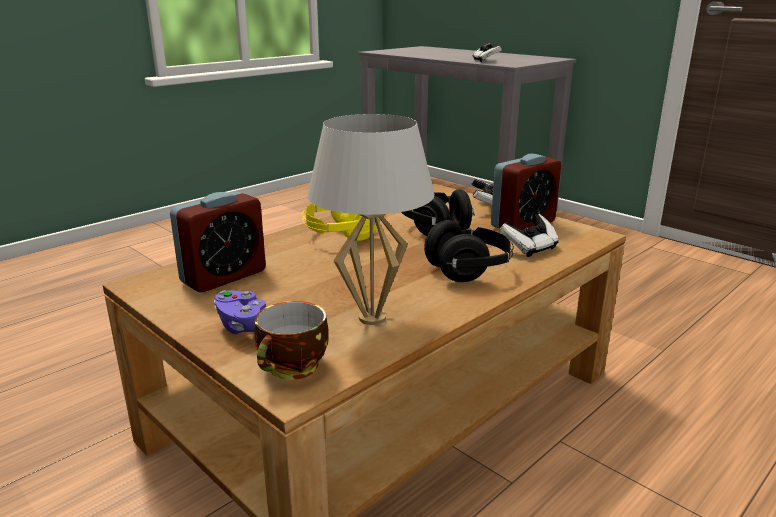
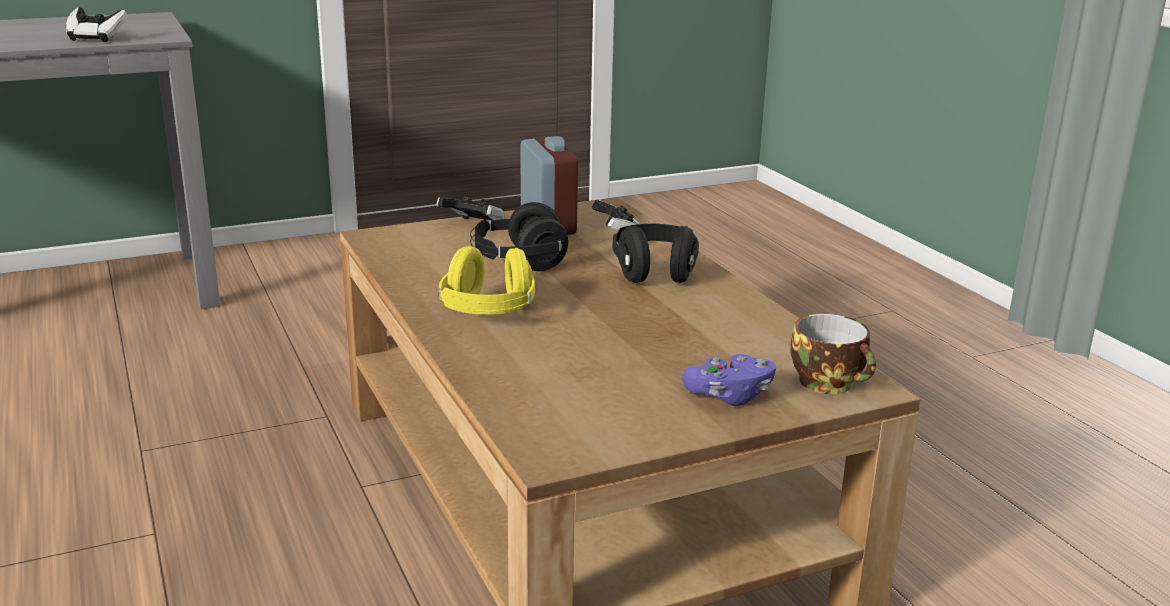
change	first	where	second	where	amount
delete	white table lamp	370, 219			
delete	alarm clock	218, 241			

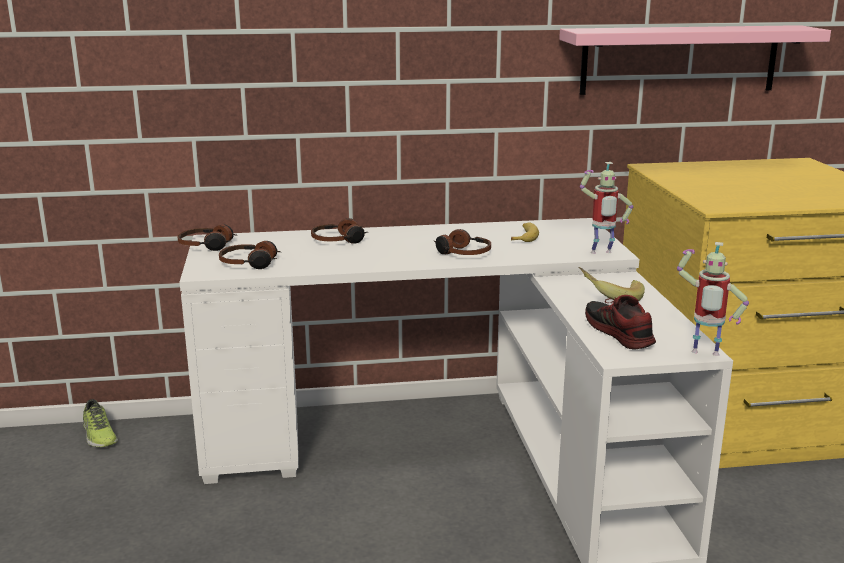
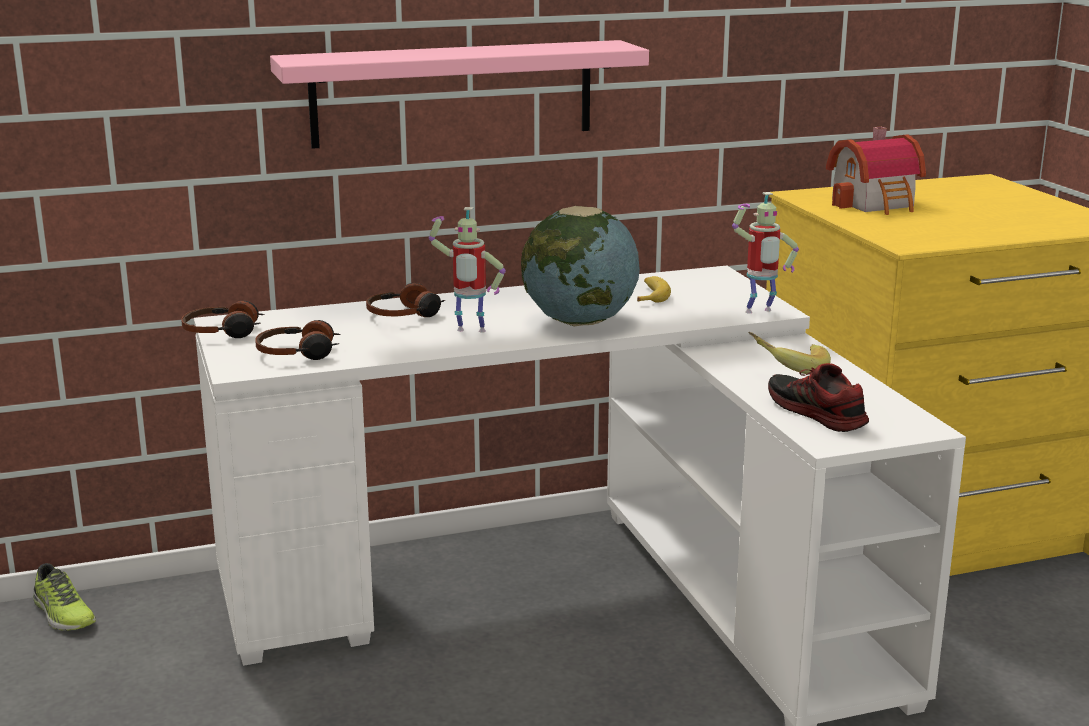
change	first	where	second	where	amount
move	pink shelf	695, 60		459, 94	
replace	headphones	462, 242	globe	580, 266	
move	toy robot	713, 299		467, 270	
insert			toy house	876, 171	

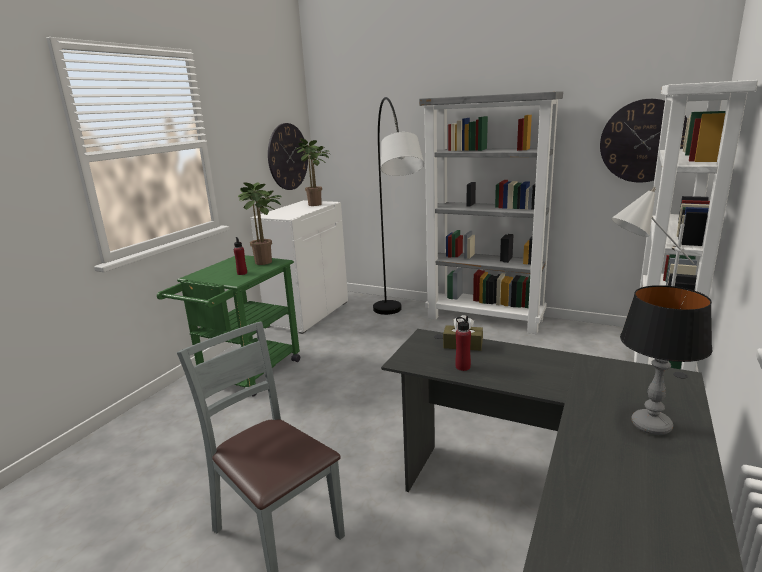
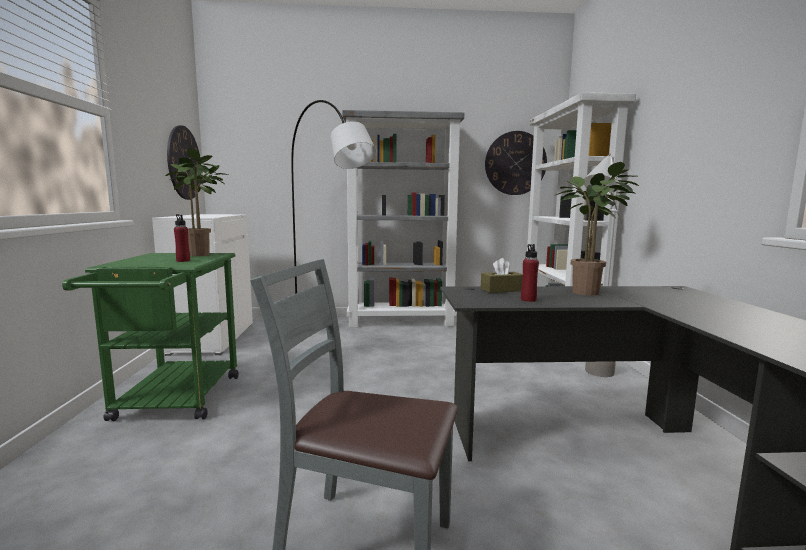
change	first	where	second	where	amount
move	potted plant	312, 172		597, 229	
delete	table lamp	666, 360			

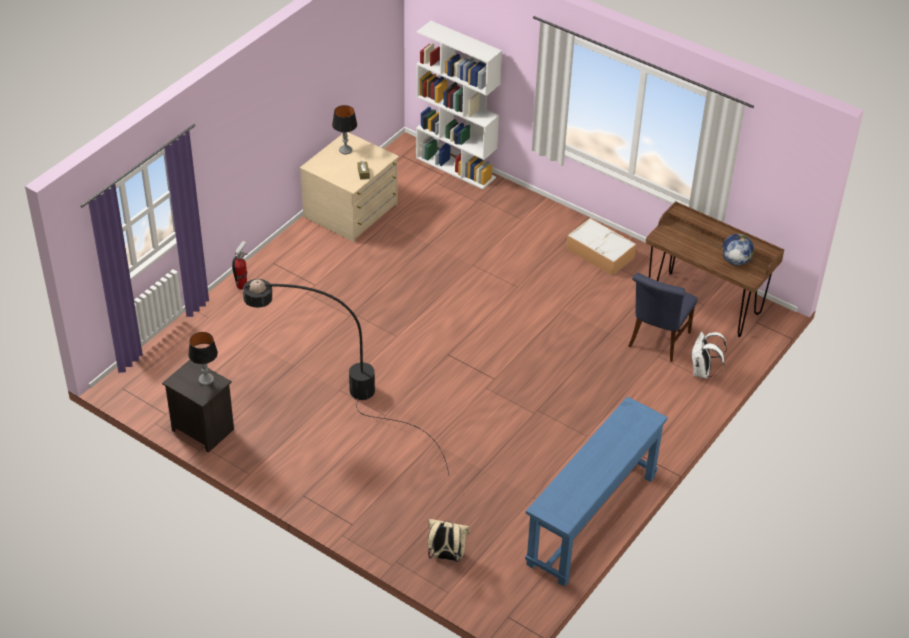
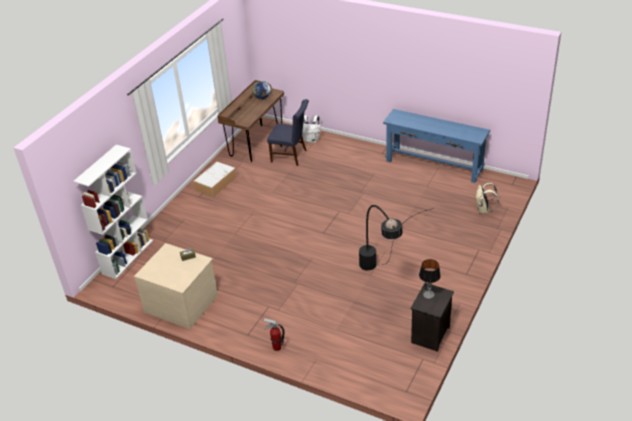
change	first	where	second	where	amount
delete	table lamp	344, 129			

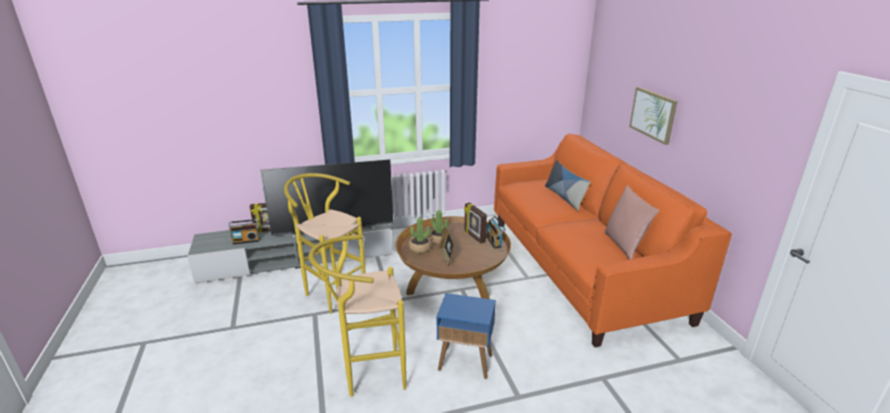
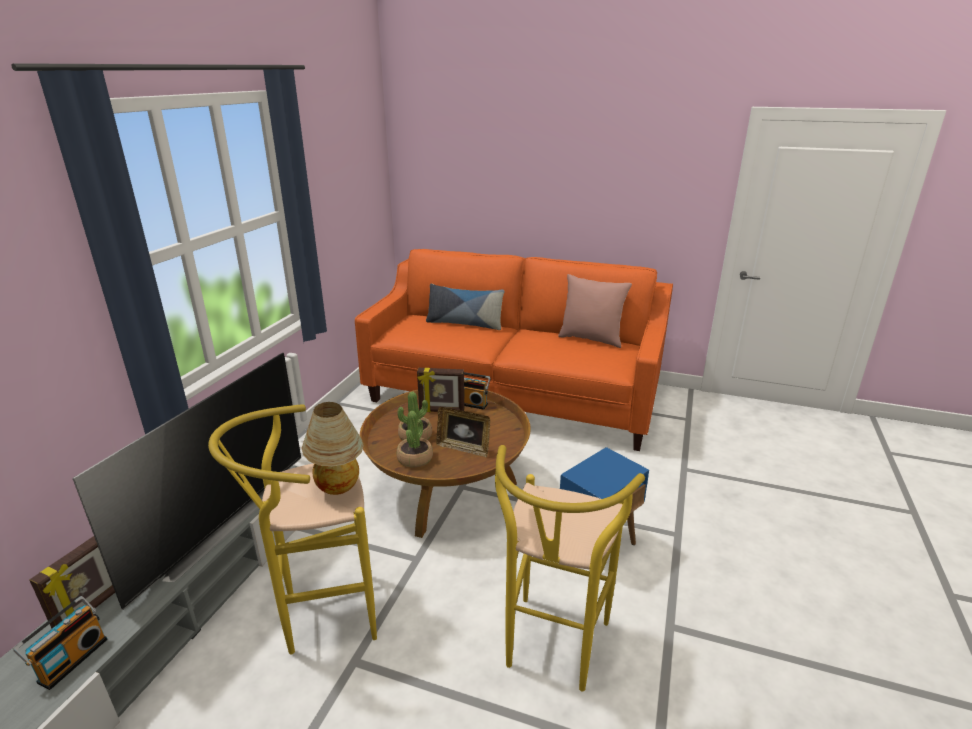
change	first	where	second	where	amount
delete	picture	653, 116			
insert			table lamp	333, 448	

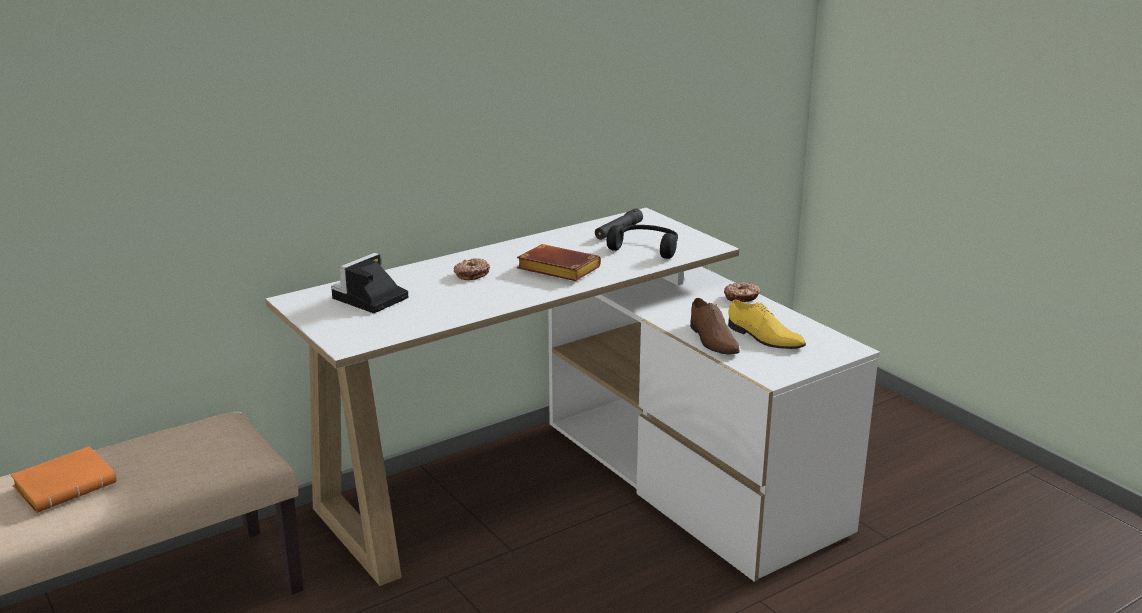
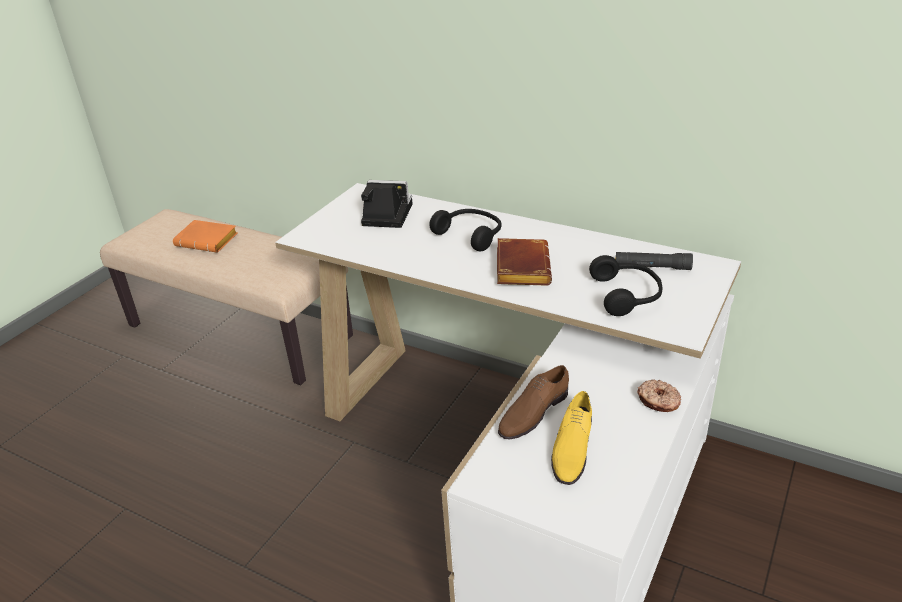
change	first	where	second	where	amount
replace	donut	471, 269	black headphones	465, 230	

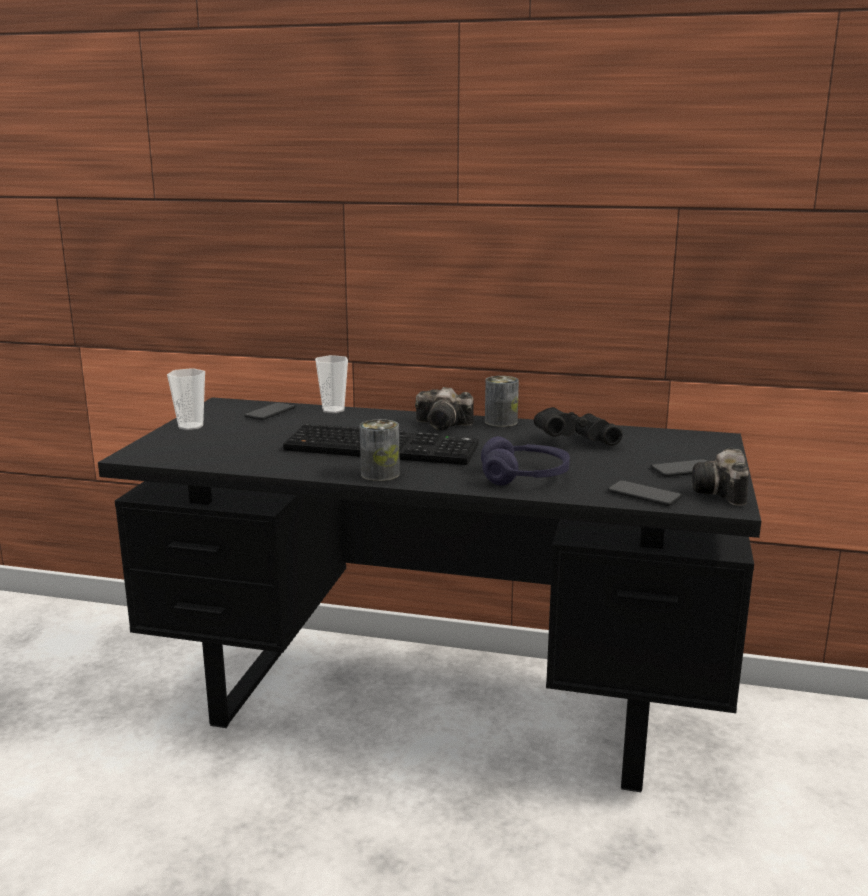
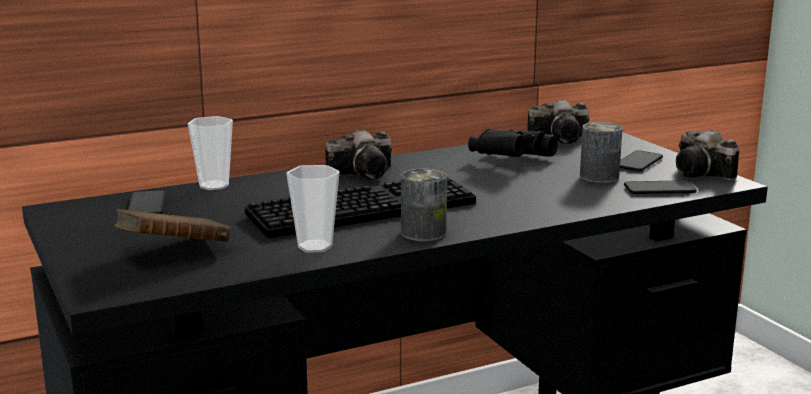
change	first	where	second	where	amount
move	cup	186, 399		312, 209	
move	can	502, 401		601, 152	
delete	purple headphones	525, 460			
insert			photo camera	558, 121	
insert			brown book	172, 225	

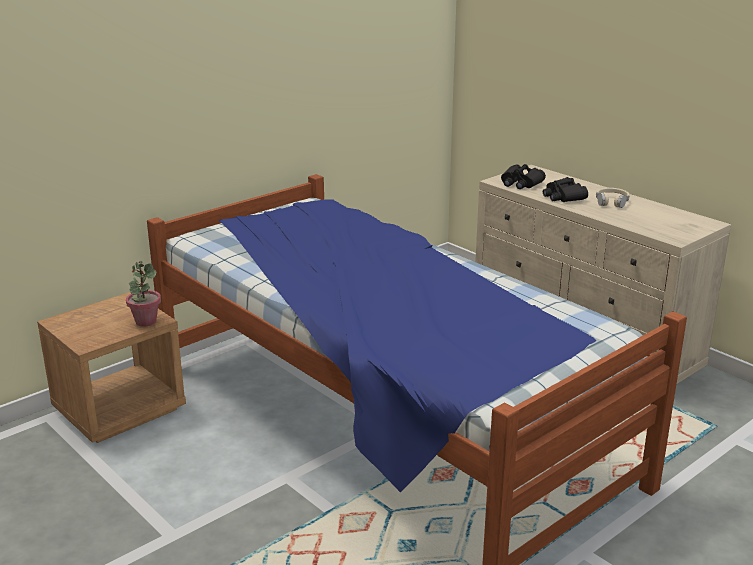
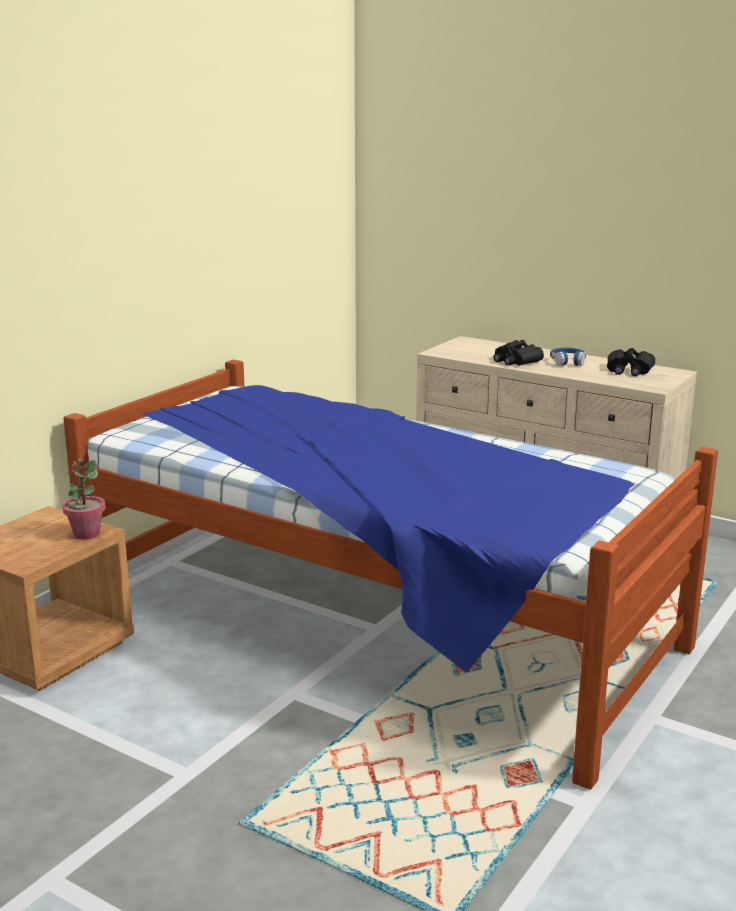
change	first	where	second	where	amount
move	black binoculars	523, 176		631, 362	
recolor	beige headphones	613, 198	blue headphones	568, 357	

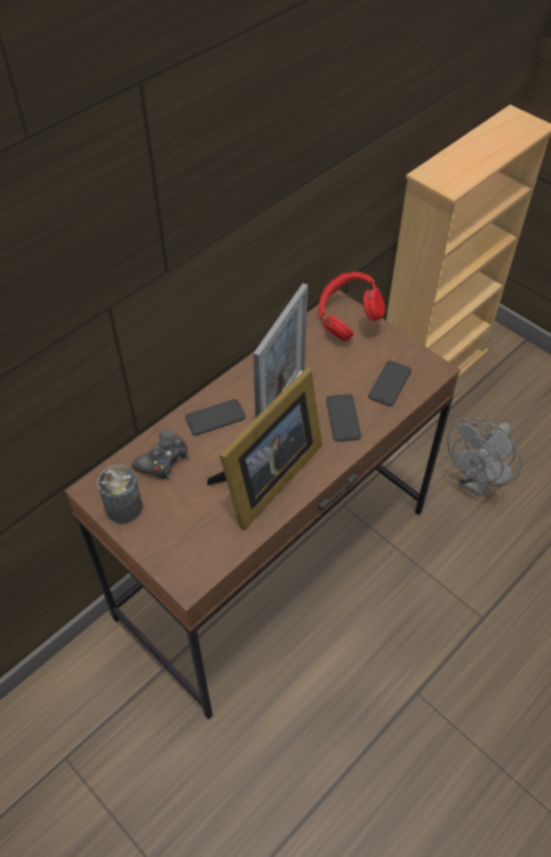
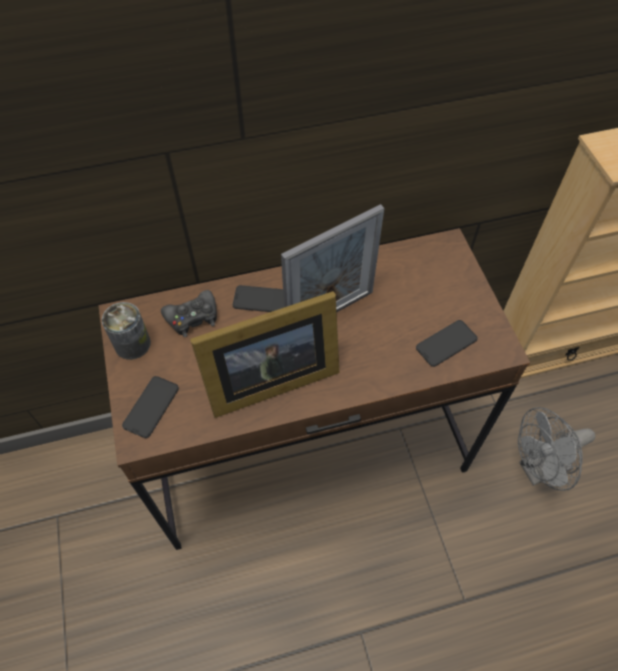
change	first	where	second	where	amount
delete	red headphones	351, 306			
move	phone	343, 418		150, 407	

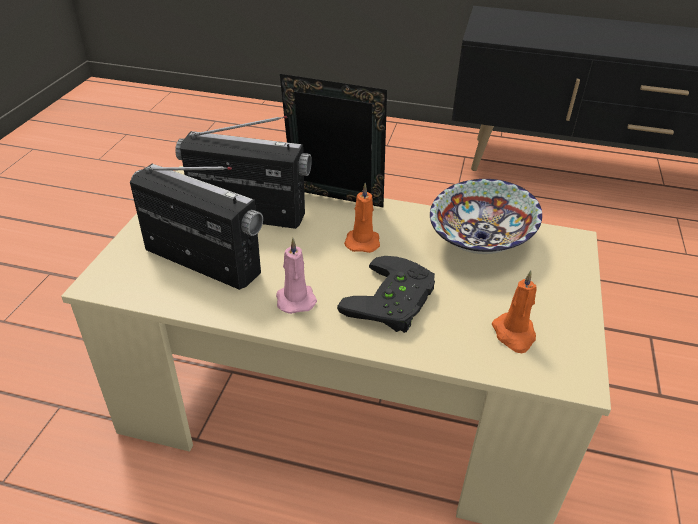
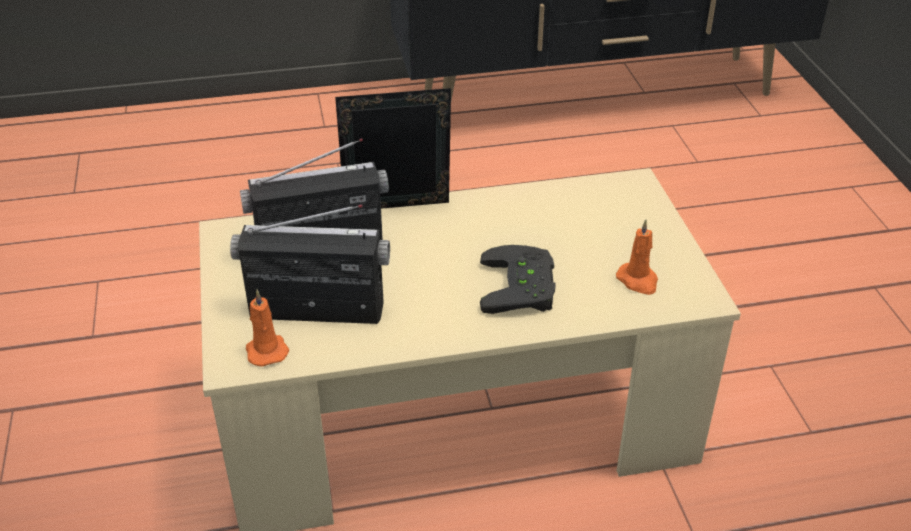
change	first	where	second	where	amount
delete	bowl	486, 216			
move	orange candle	362, 218		267, 328	
delete	pink candle	296, 276			

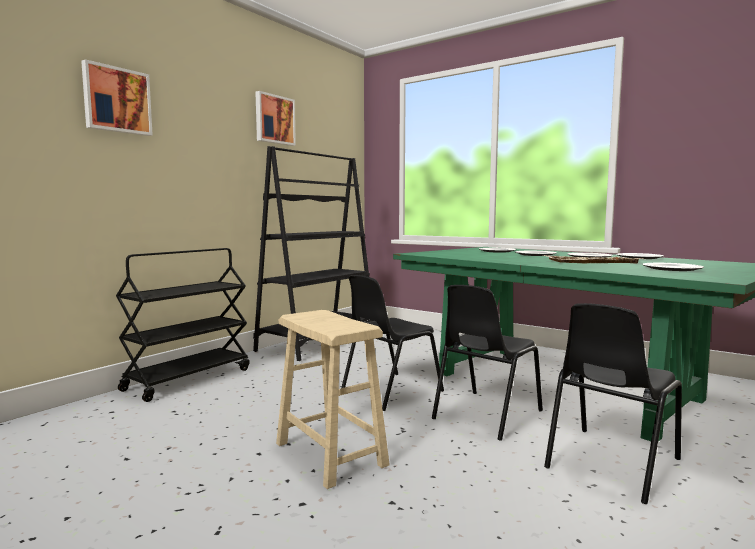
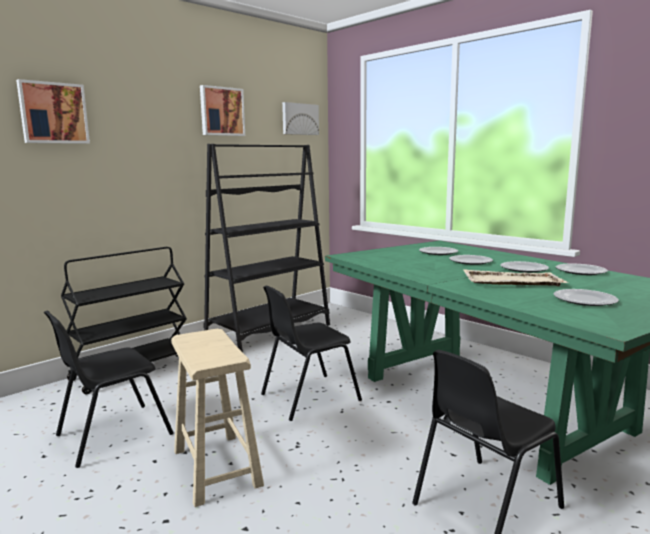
change	first	where	second	where	amount
move	black chair	487, 363		109, 389	
insert			picture	300, 118	

